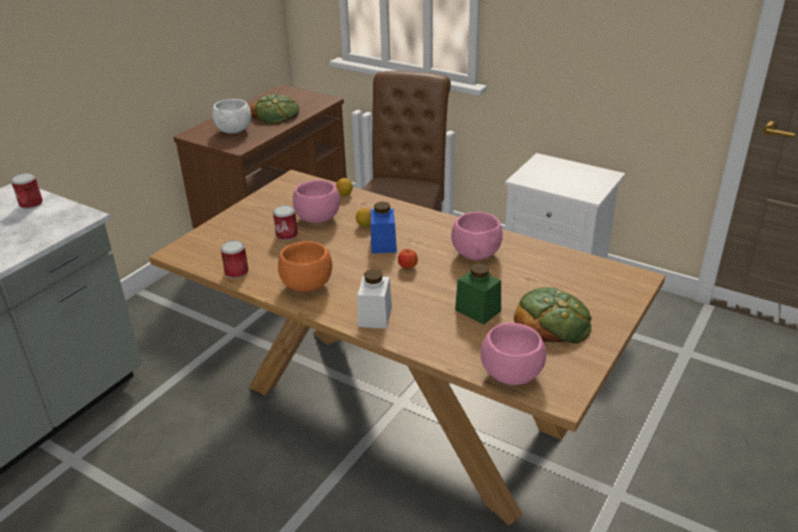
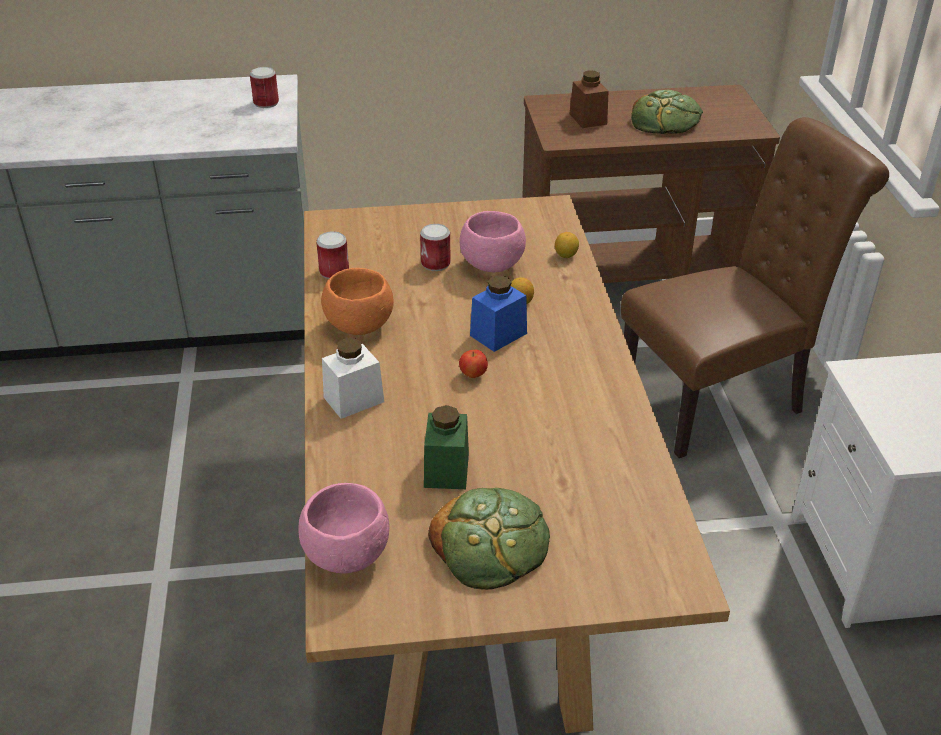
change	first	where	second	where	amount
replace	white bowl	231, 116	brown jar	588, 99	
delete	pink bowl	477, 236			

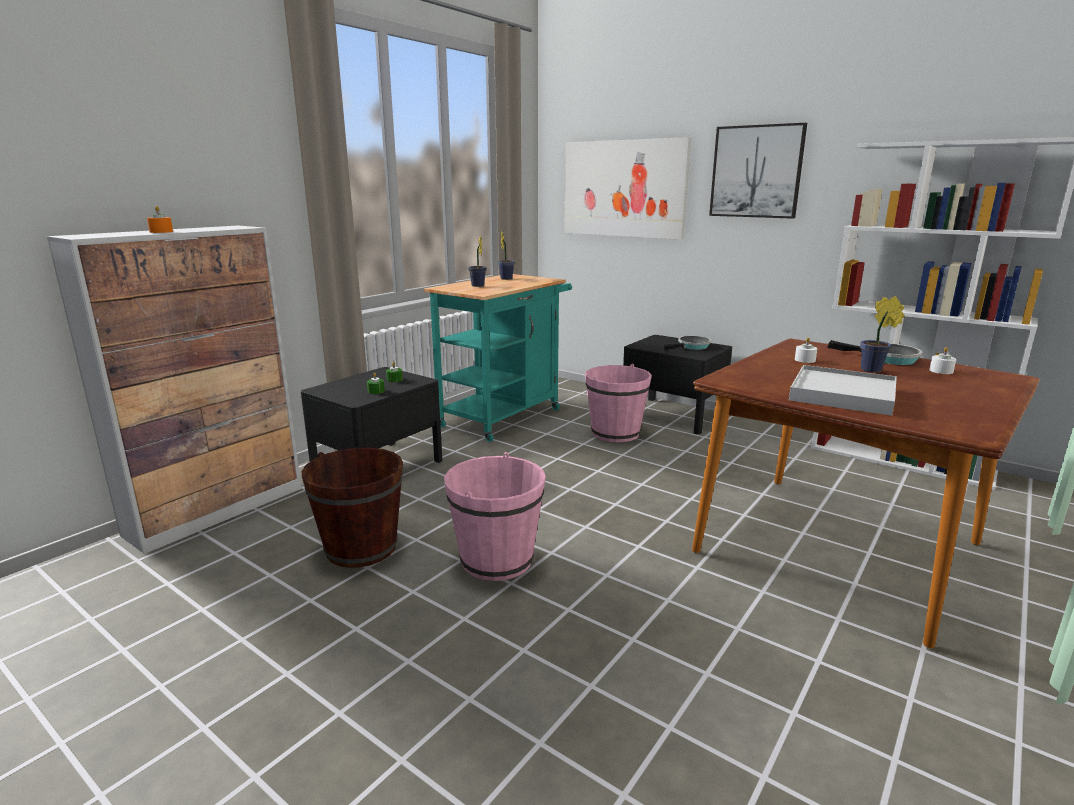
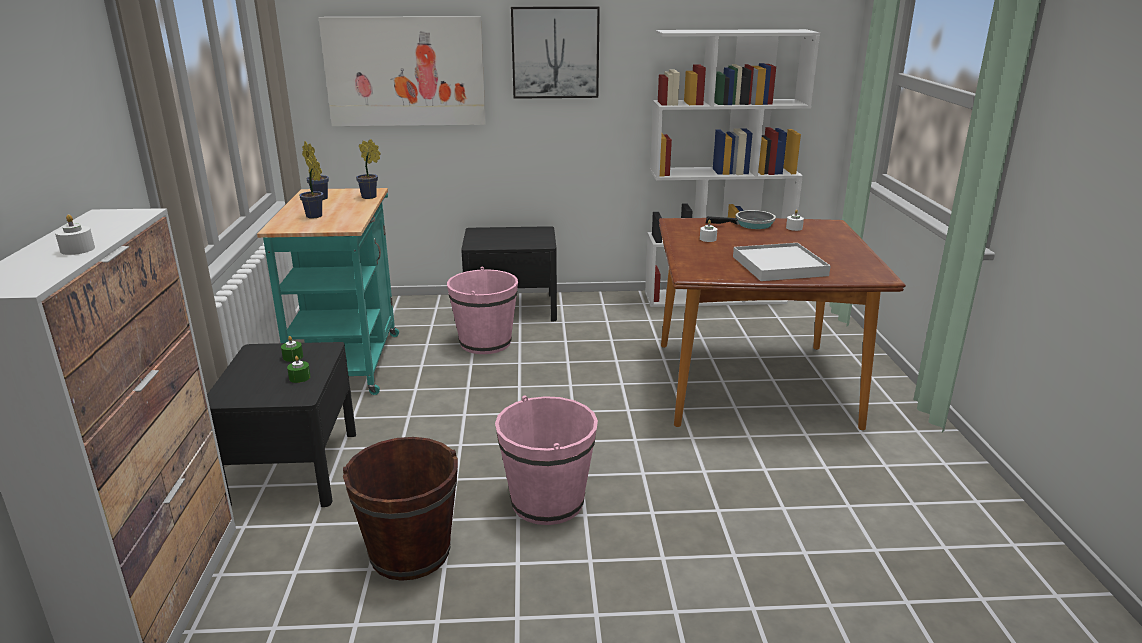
change	first	where	second	where	amount
recolor	orange candle	160, 219	white candle	75, 234	
move	potted plant	882, 334		368, 169	
delete	frying pan	687, 343			

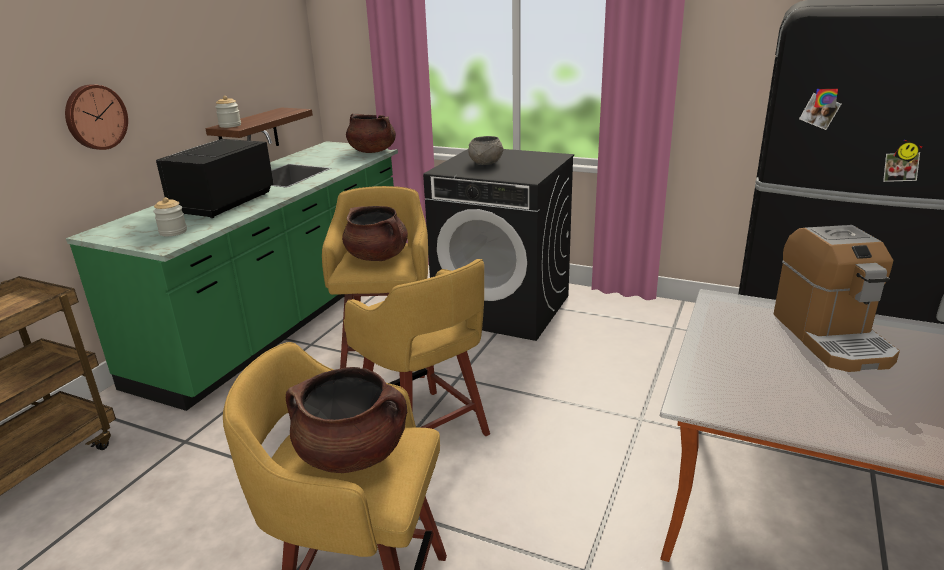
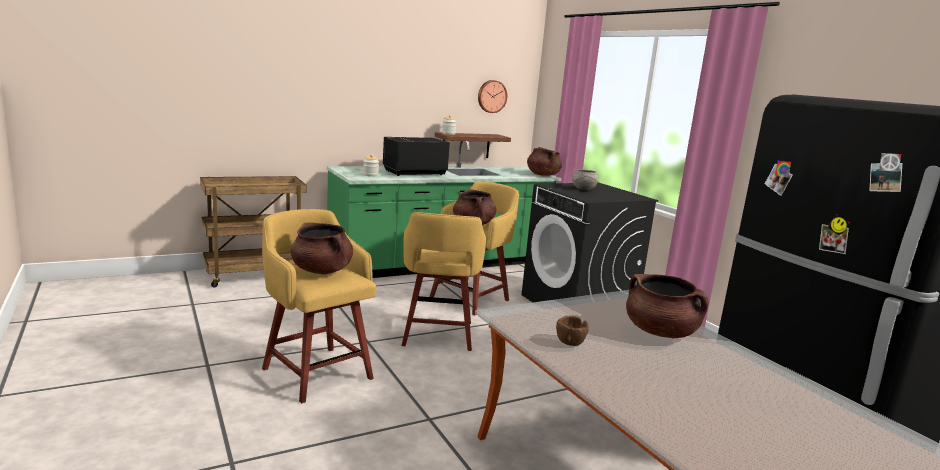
change	first	where	second	where	amount
move	wall clock	96, 117		492, 96	
replace	coffee machine	836, 298	brown cooking pot	667, 306	
insert			brown bowl	572, 331	

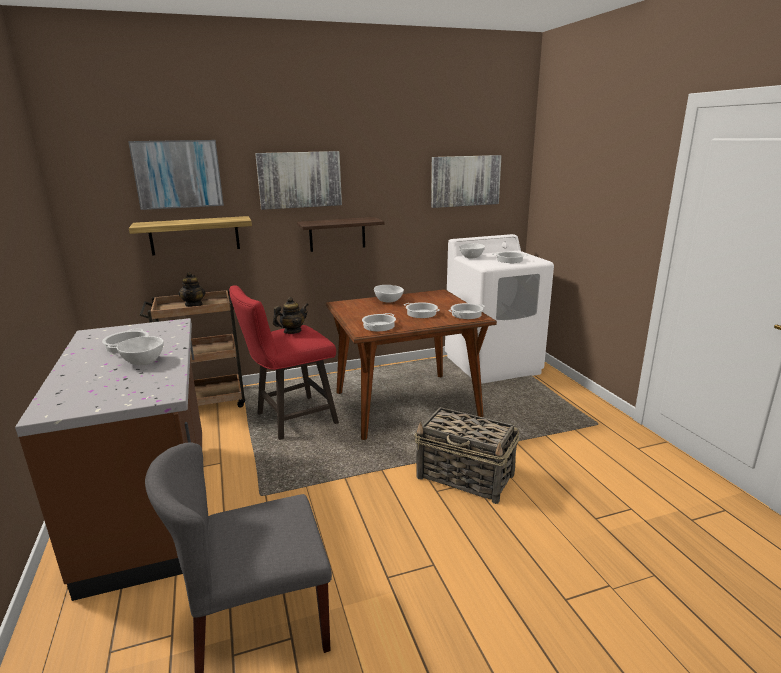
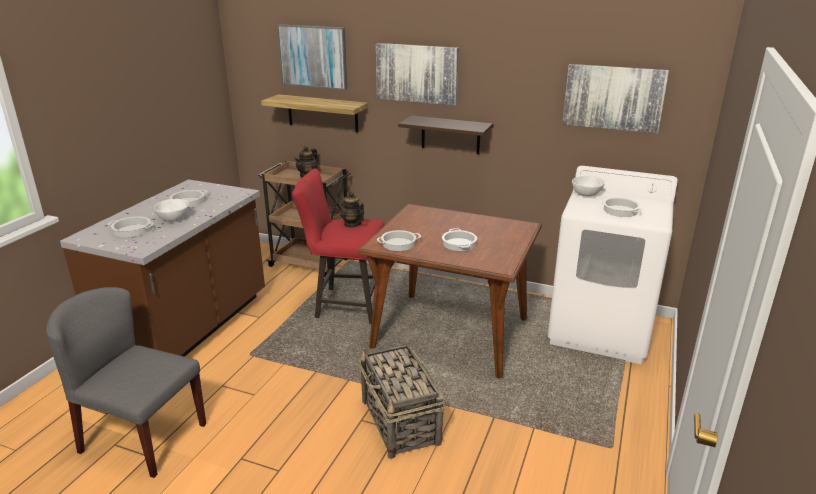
change	first	where	second	where	amount
delete	white bowl	389, 294			
rotate	teapot	290, 315		352, 210	135 degrees counterclockwise
move	cooking pot	466, 311		131, 227	

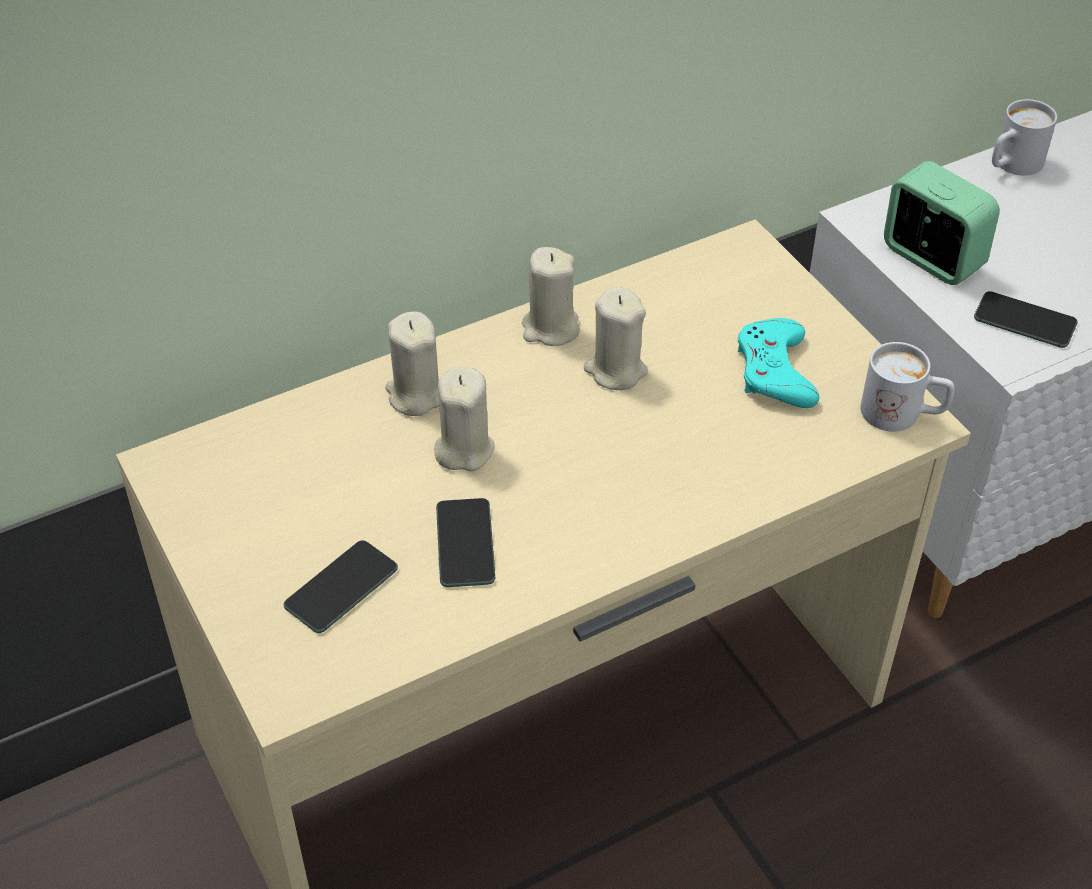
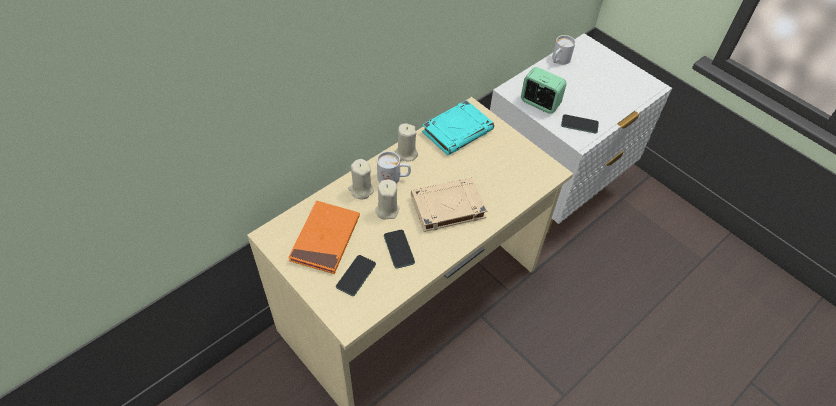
change	first	where	second	where	amount
delete	beige candle	615, 338			
delete	turquoise game controller	778, 363			
move	white mug	907, 386		394, 167	
insert			turquoise book	458, 127	
insert			beige book	449, 205	
insert			orange book	324, 237	

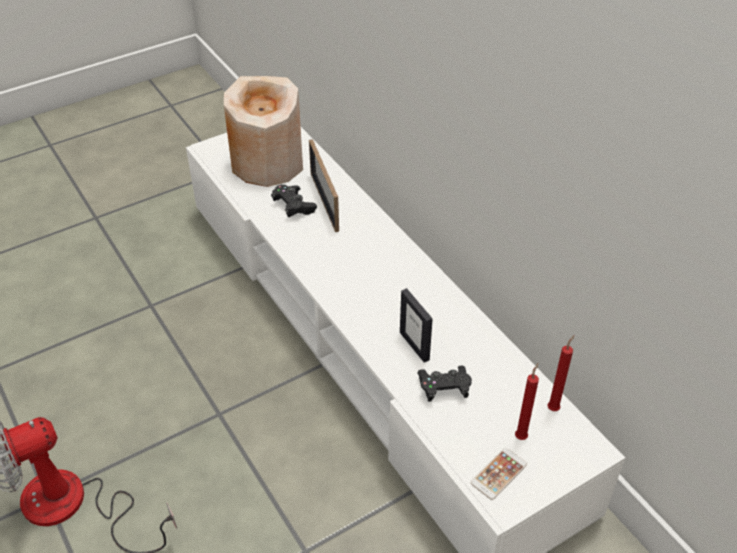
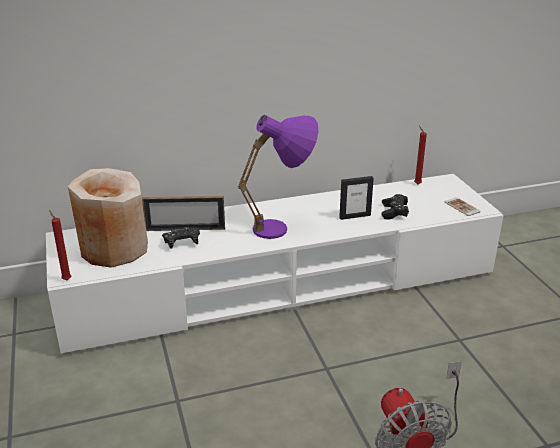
change	first	where	second	where	amount
move	red candle	527, 401		60, 245	
insert			purple table lamp	278, 177	

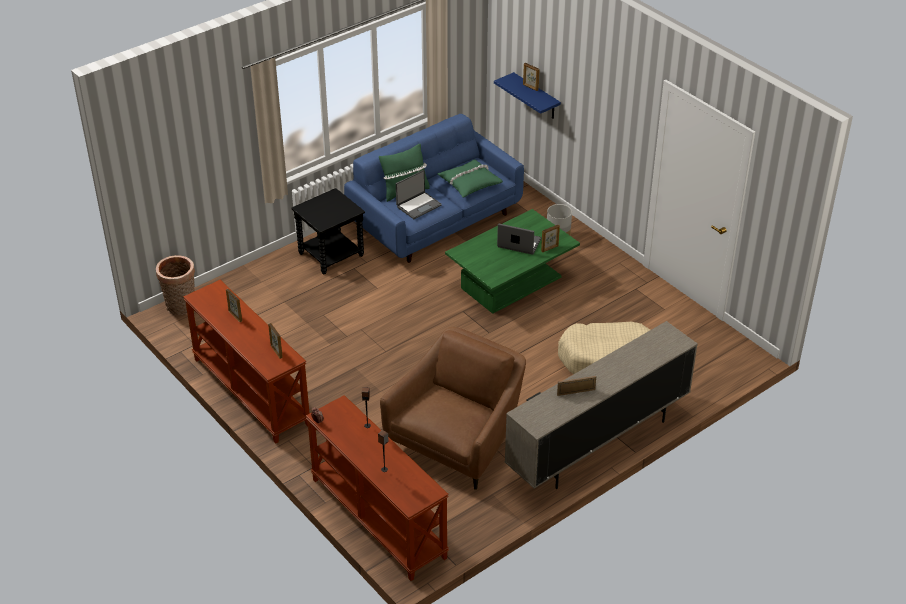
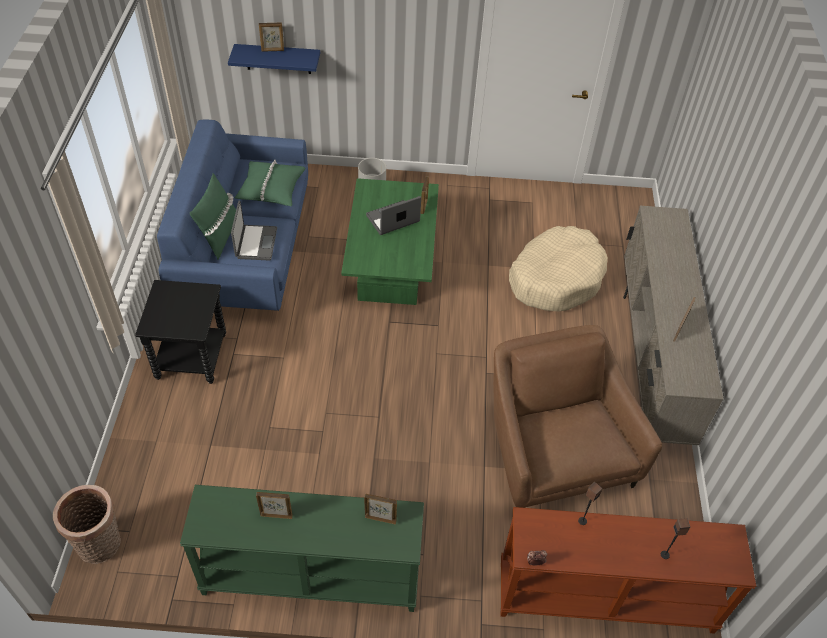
change	first	where	second	where	amount
recolor	brown console table	246, 362	green console table	302, 548	

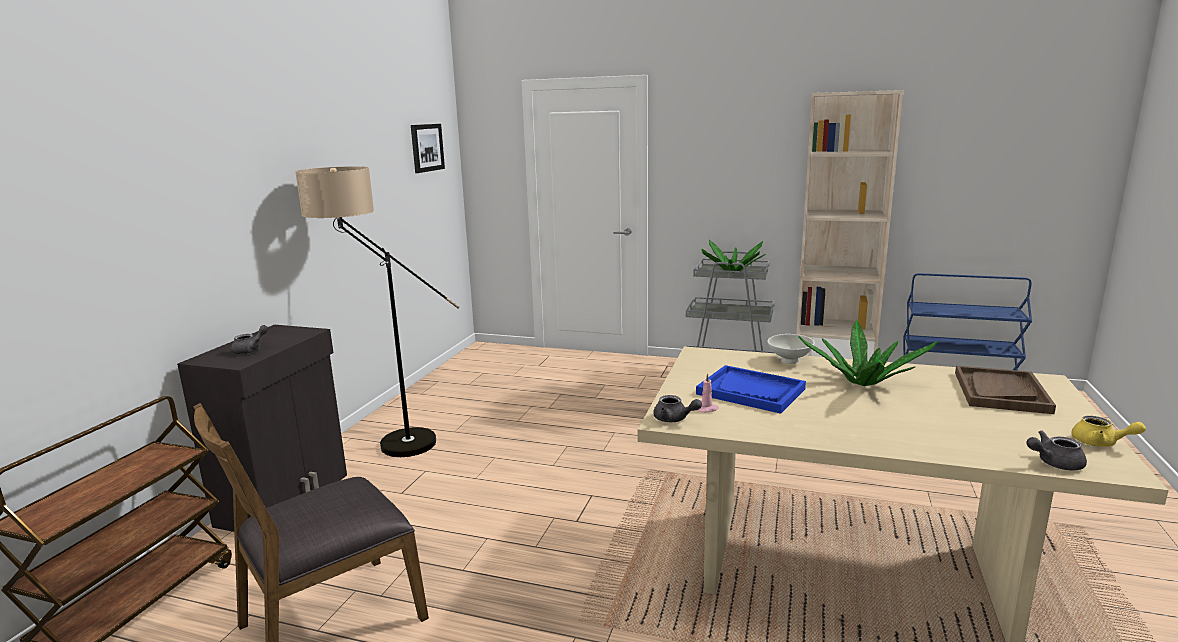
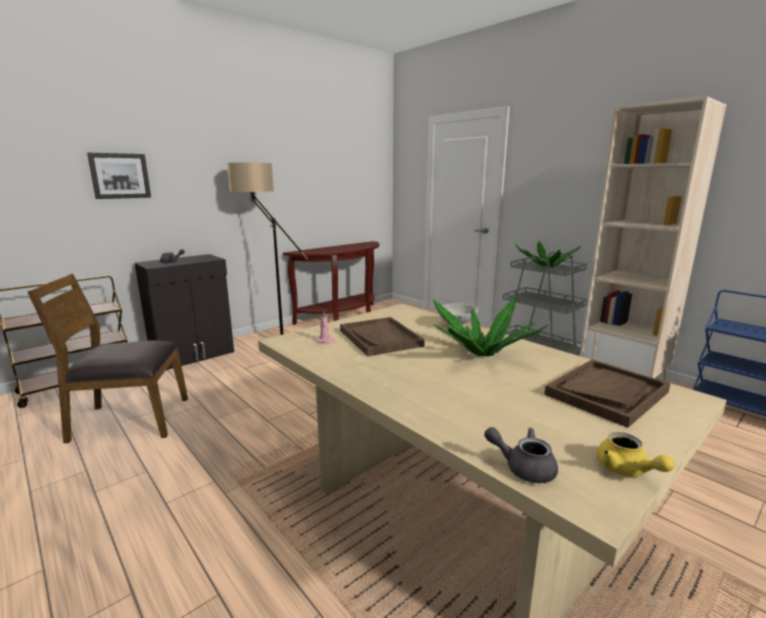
change	first	where	second	where	amount
move	picture	428, 148		119, 175	
recolor	blue tray	751, 389	brown tray	382, 336	
delete	grey teapot	677, 408			
insert			brown console table	331, 283	

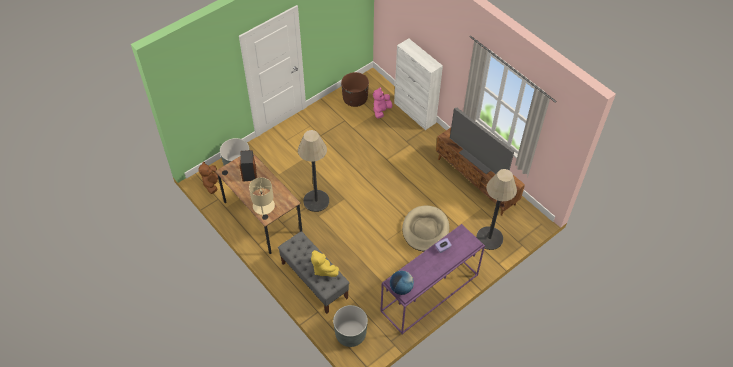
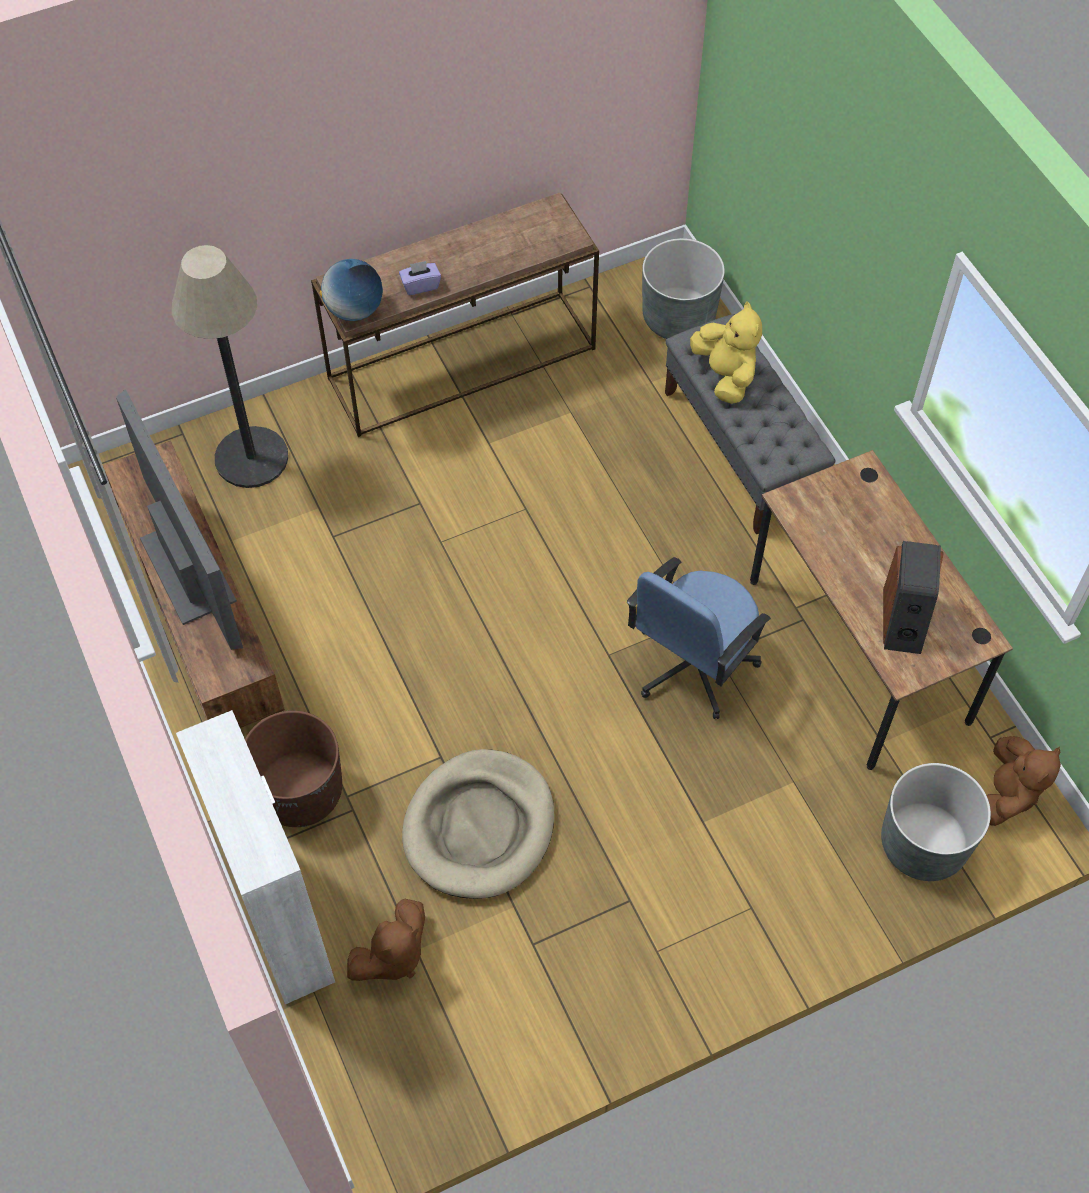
change	first	where	second	where	amount
move	brown planter	355, 89		293, 769	
recolor	pink plush toy	382, 103	brown plush toy	386, 940	
replace	floor lamp	313, 171	blue office chair	699, 638	
delete	beige table lamp	262, 197			
move	beige dog bed	425, 228		478, 824	
recolor	purple console table	432, 279	brown console table	455, 315	
move	globe	402, 283		351, 290	

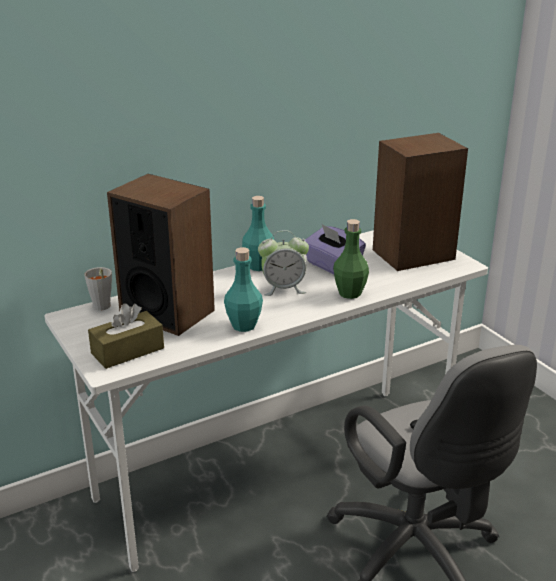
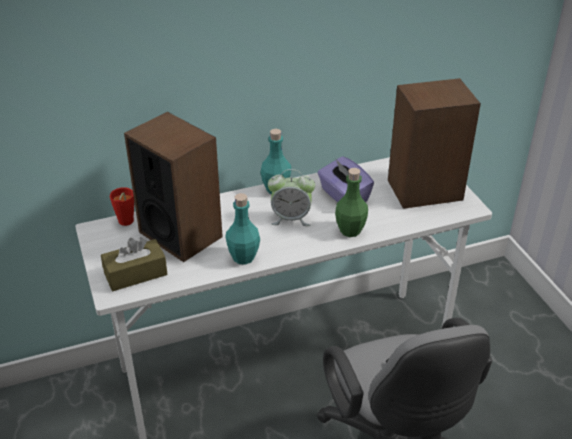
change	first	where	second	where	amount
recolor	grey cup	98, 289	red cup	122, 206	

